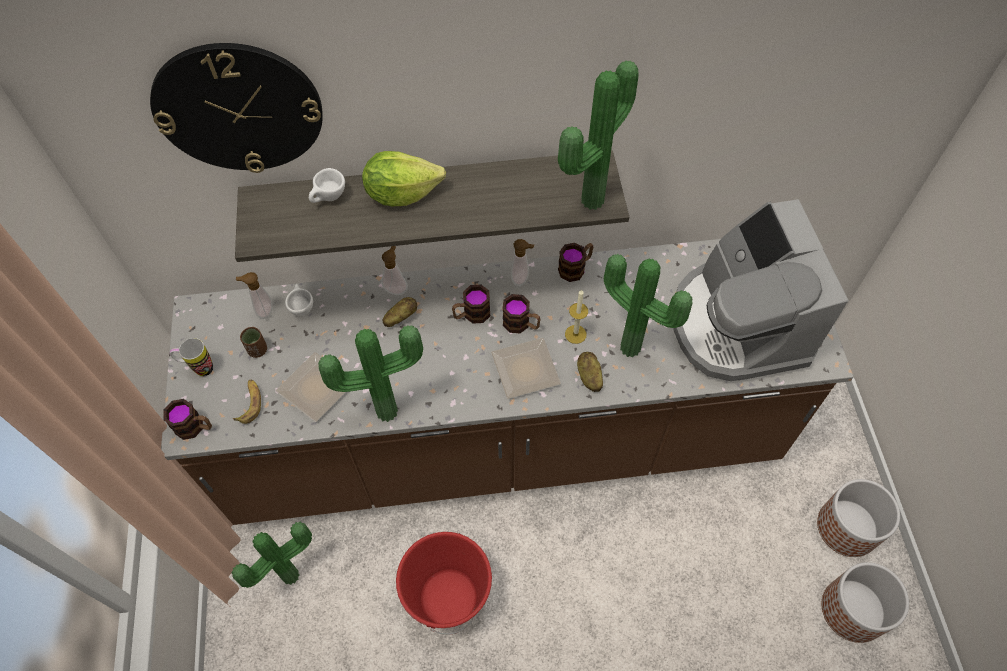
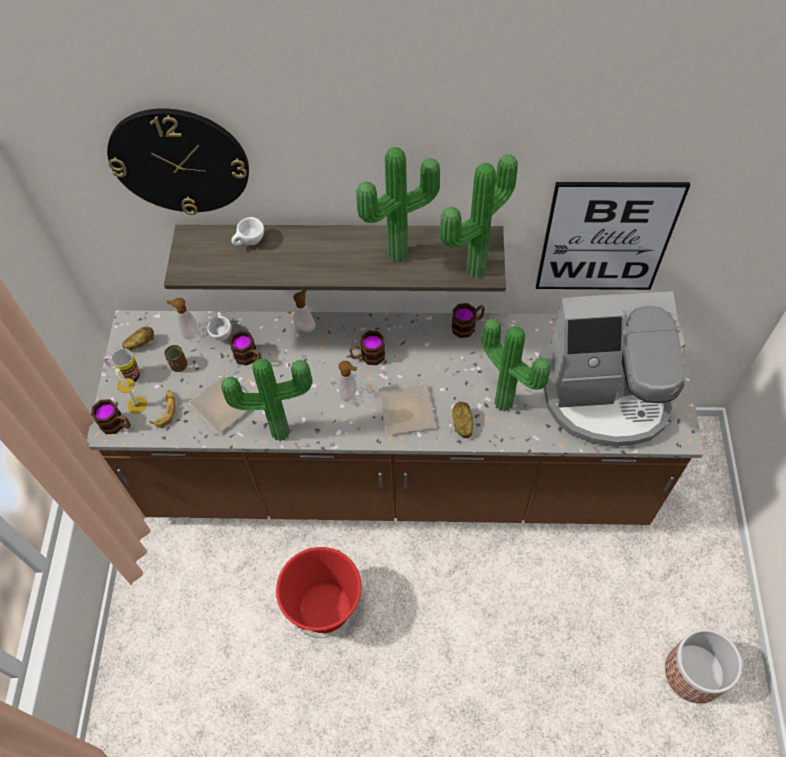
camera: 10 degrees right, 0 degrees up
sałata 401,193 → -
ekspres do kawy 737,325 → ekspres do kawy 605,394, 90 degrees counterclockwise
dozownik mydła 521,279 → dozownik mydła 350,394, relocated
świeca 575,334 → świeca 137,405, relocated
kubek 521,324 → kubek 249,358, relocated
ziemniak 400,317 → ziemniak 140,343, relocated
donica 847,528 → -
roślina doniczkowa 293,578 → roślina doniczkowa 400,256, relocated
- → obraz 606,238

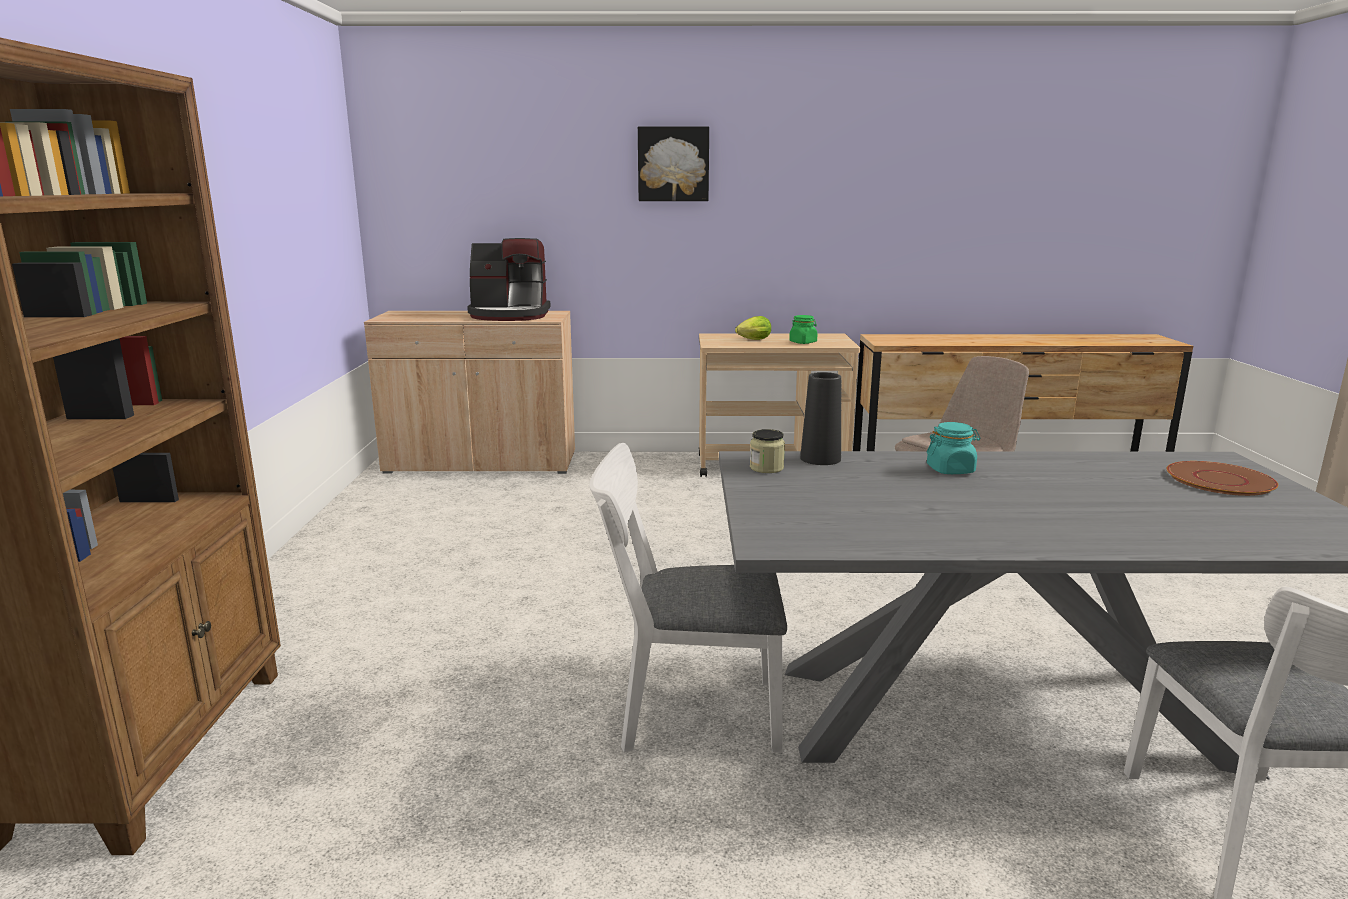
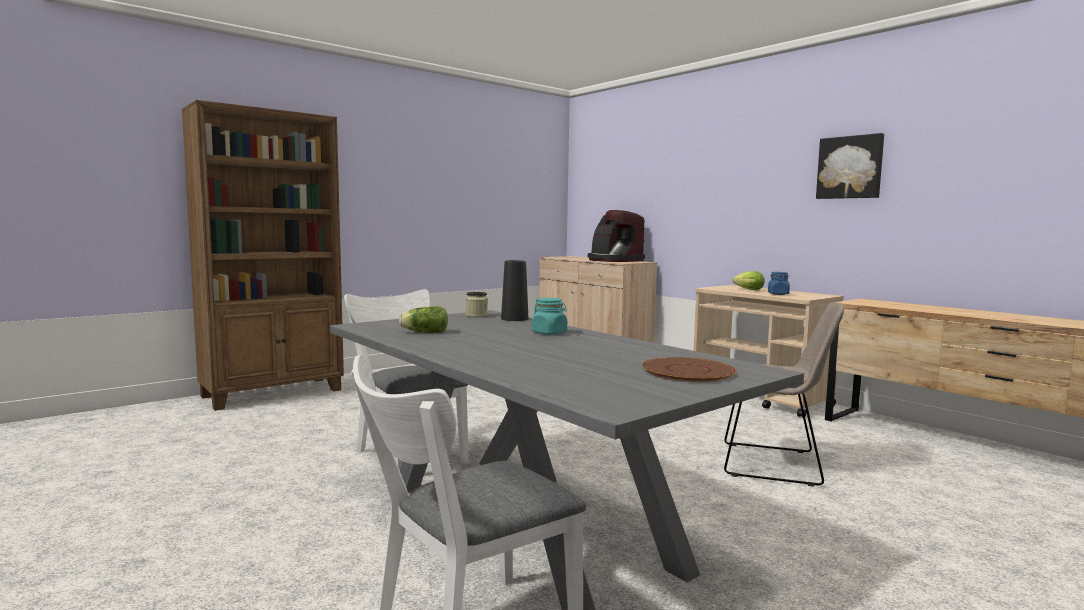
camera: 50 degrees right, 10 degrees down
obraz 673,164 → obraz 850,167, relocated
słoik (zielony) 803,342 → słoik (niebieski) 778,294
- → sałata 423,332

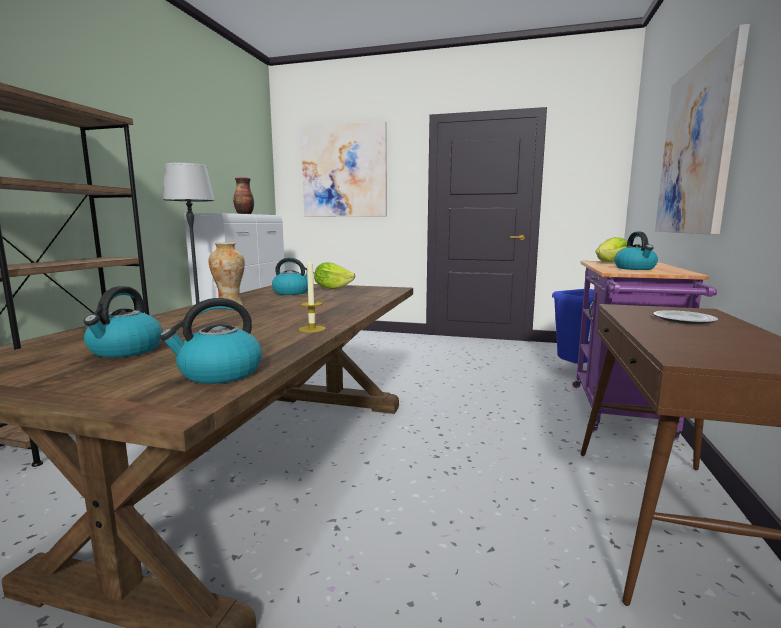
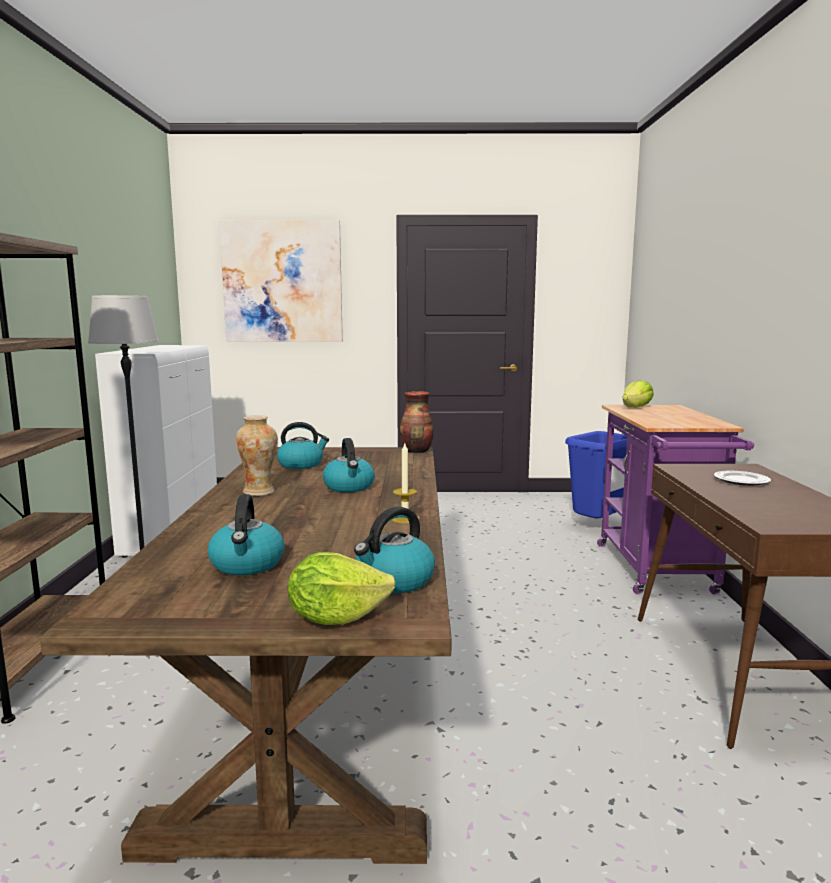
camera: 15 degrees left, 0 degrees up
obraz 696,149 → -
wazon 244,214 → wazon 417,451, relocated
czajnik 635,268 → czajnik 349,487, relocated
sałata 332,288 → sałata 336,618, relocated

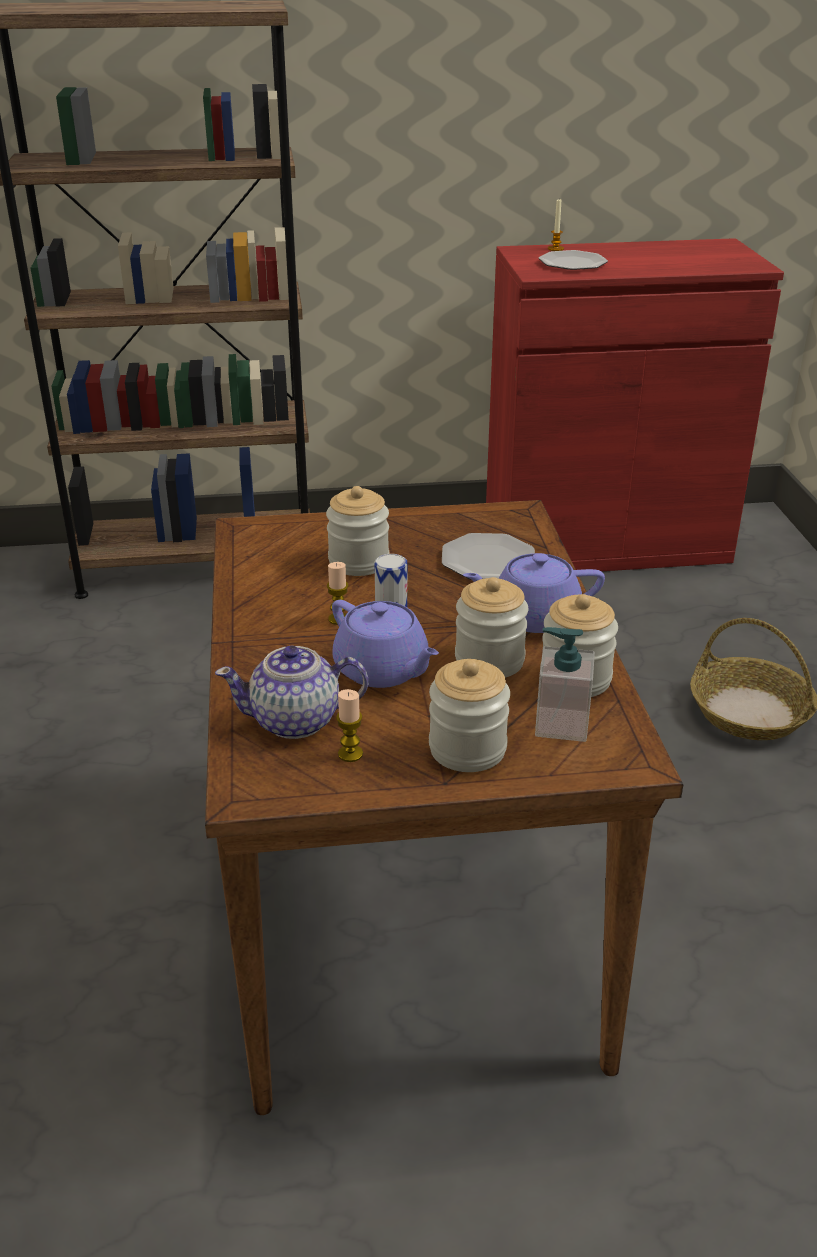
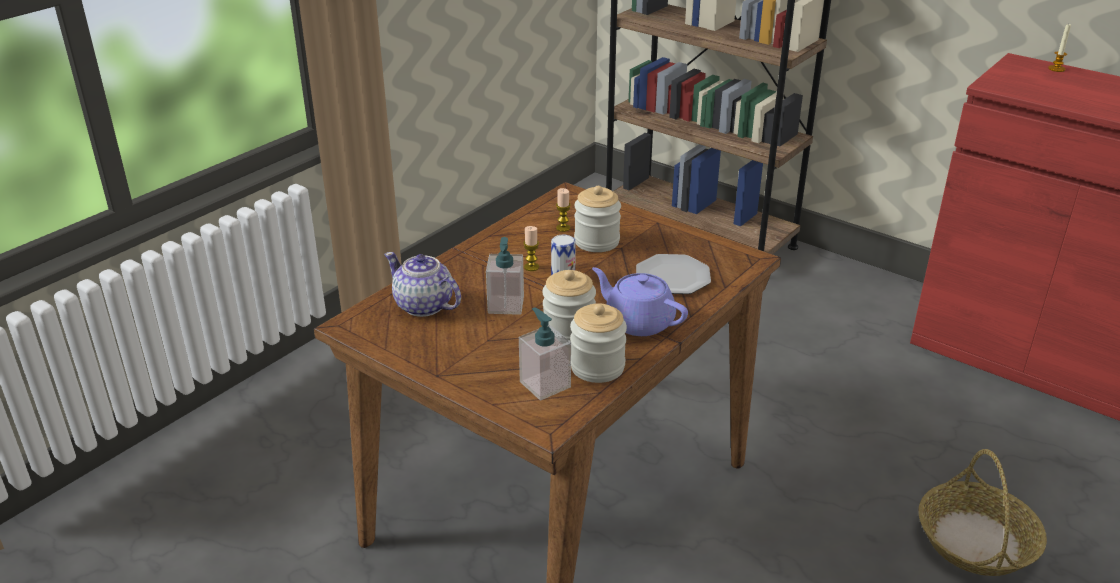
camera: 45 degrees right, 0 degrees up
talerz 573,264 → -
imbryk (fioletowy) 383,670 → dozownik mydła 506,305
słoik 467,749 → -
świeca 350,754 → świeca 563,228, relocated

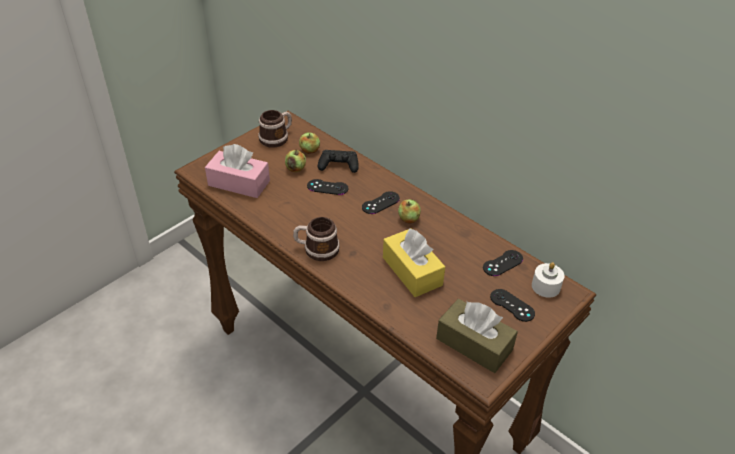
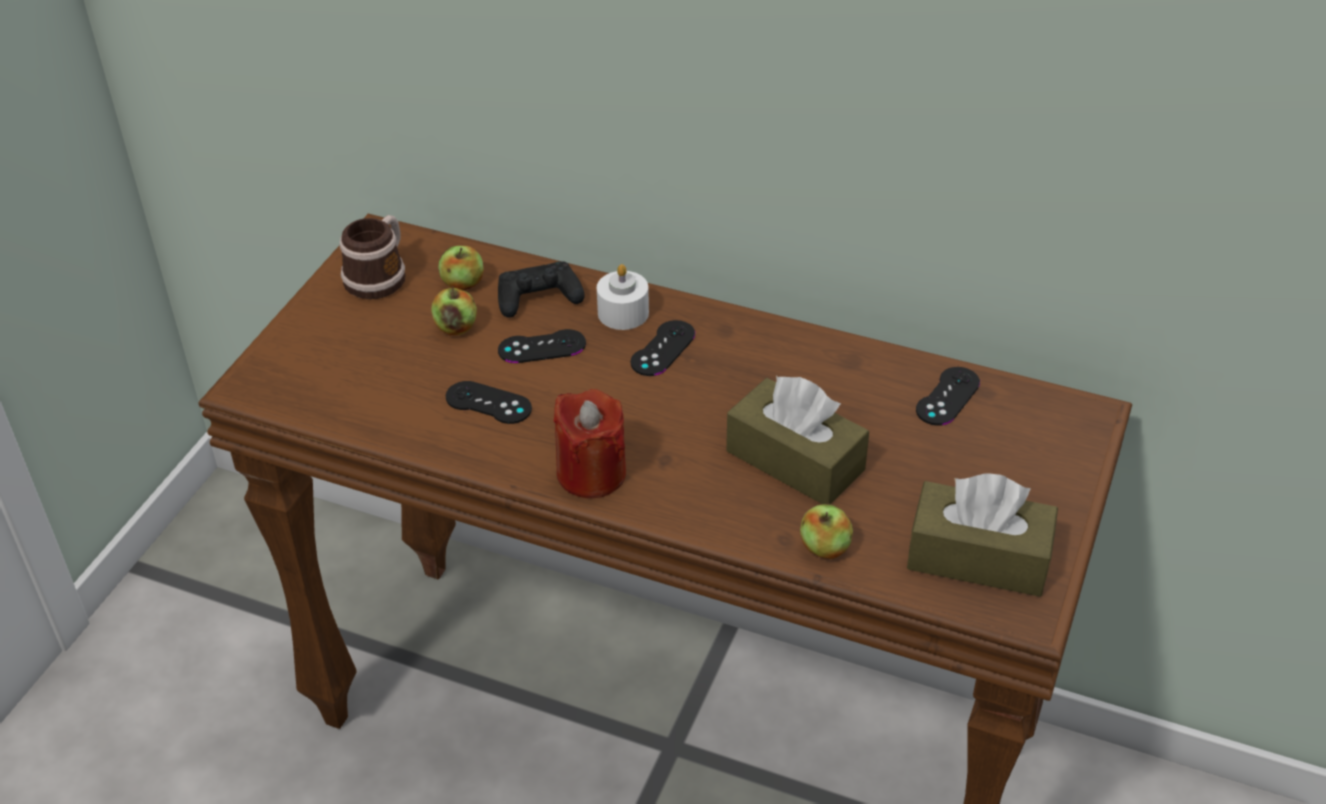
camera: 20 degrees left, 0 degrees up
pudełko chusteczek (różowy) 239,183 → -
jabłko 408,219 → jabłko 824,547, relocated
kubek 316,249 → świeca (czerwony) 591,473
pudełko chusteczek (żółty) 412,271 → pudełko chusteczek (brązowy) 795,460
świeca (biały) 546,286 → świeca (biały) 623,313, relocated
pad do gier (czarny) 512,305 → pad do gier (czarny) 488,403, relocated

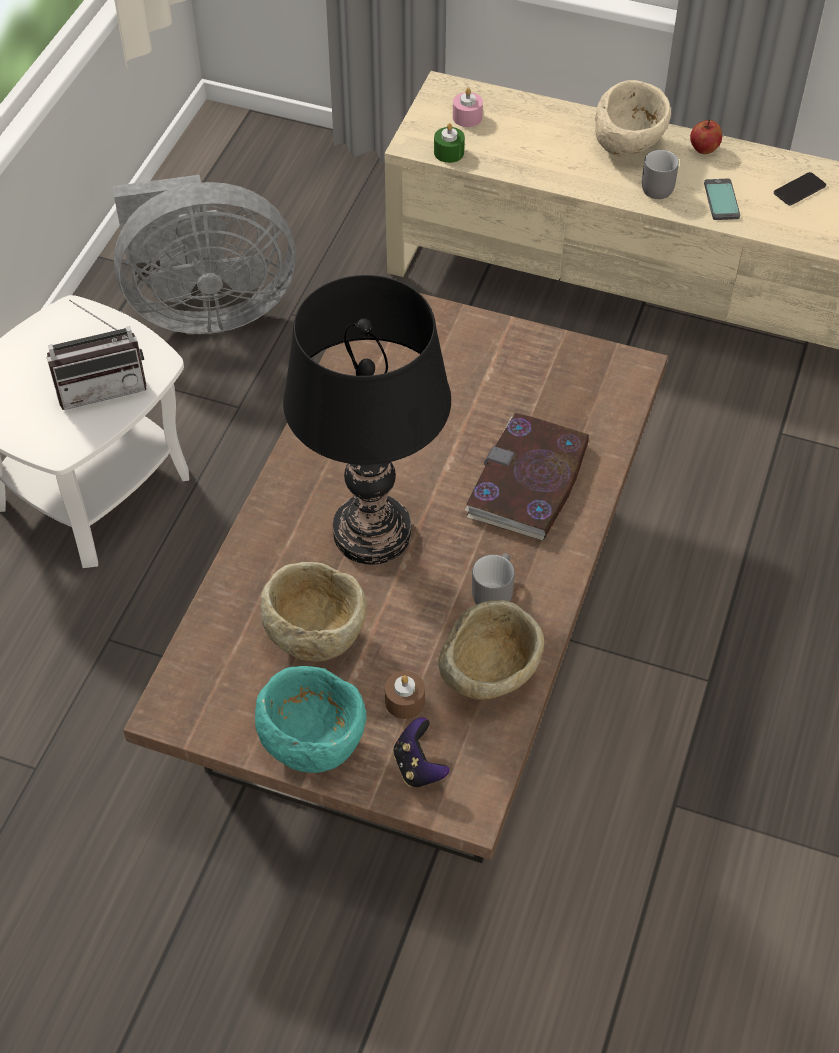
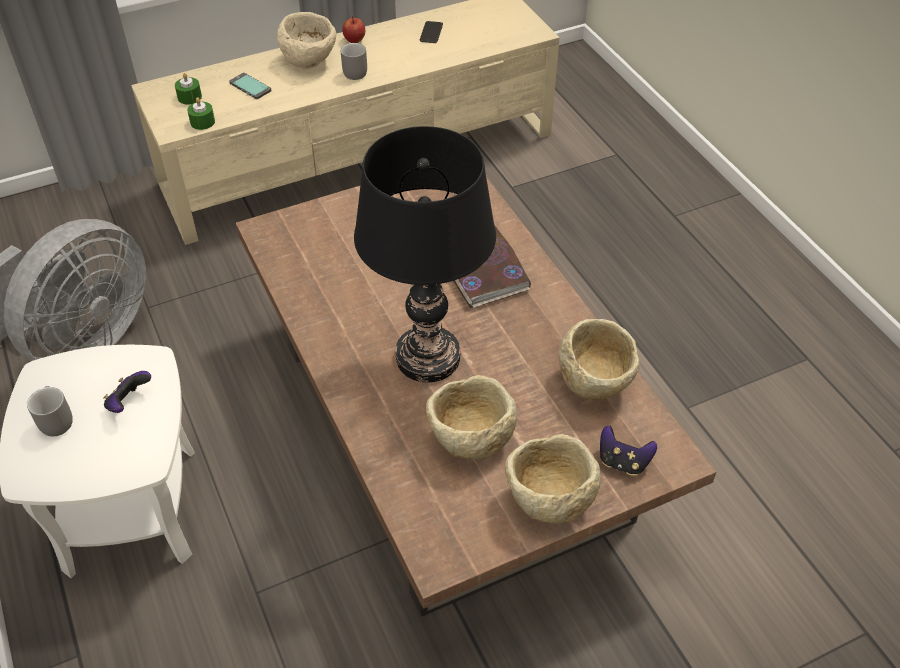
camera: 45 degrees left, 5 degrees down
świeca (różowy) 467,117 → świeca (zielony) 189,97
telefon 721,200 → telefon 250,87, relocated
radio 102,386 → pad do gier 129,403
kubek (szary) 491,591 → kubek (szary) 53,421, relocated
miska (turkusowy) 313,741 → miska (beżowy) 548,500
świeca (brązowy) 405,701 → -

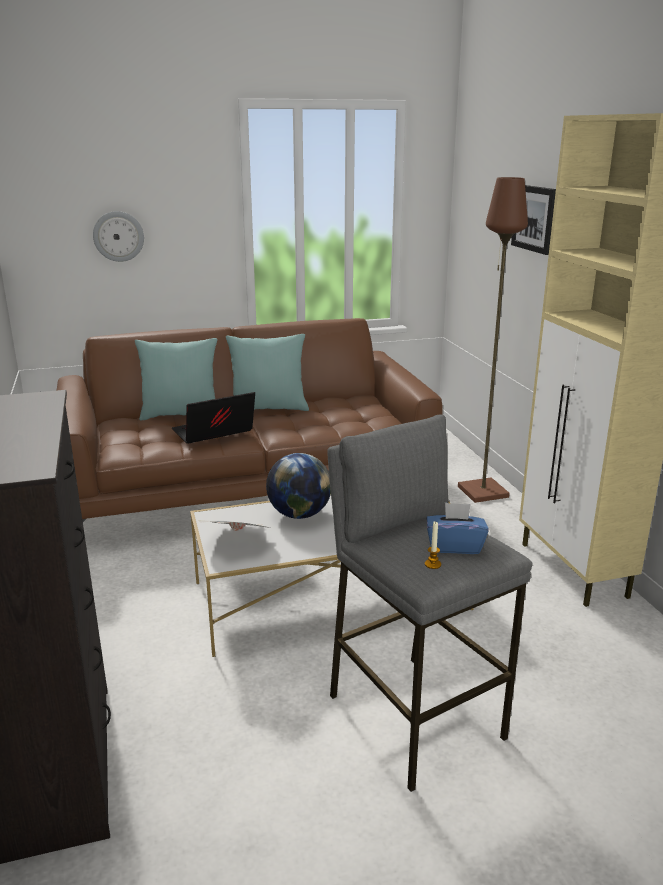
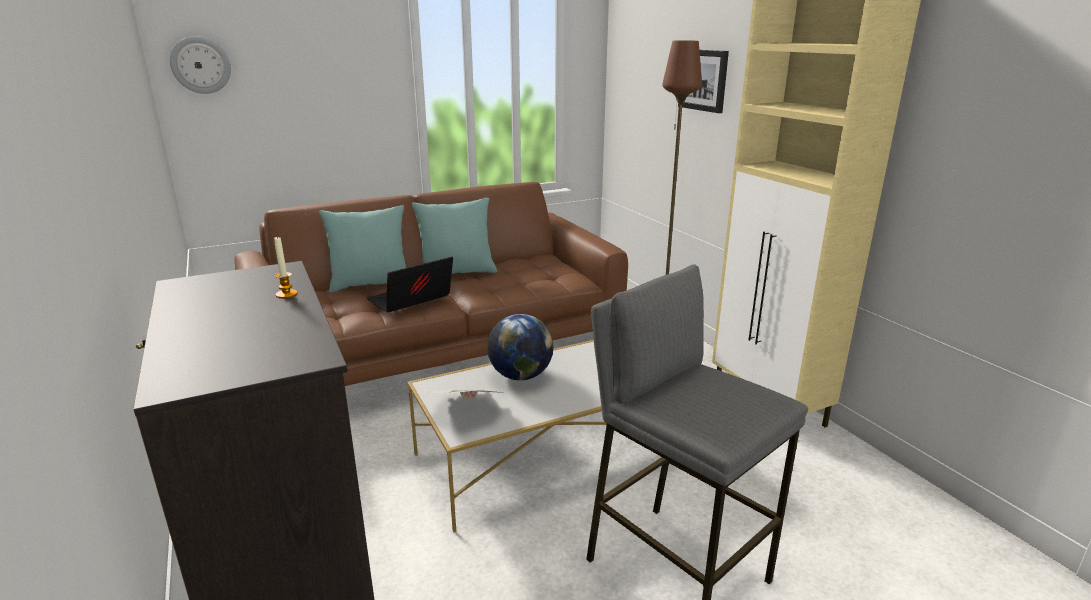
camera: 10 degrees left, 0 degrees up
zegar ścienny 118,236 → zegar ścienny 201,65, relocated
pudełko chusteczek (niebieski) 454,546 → -
świeca 432,564 → świeca 286,294, relocated

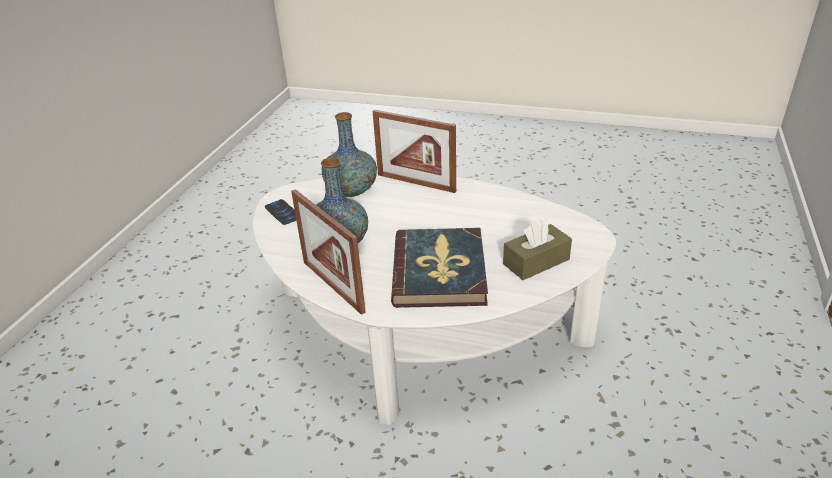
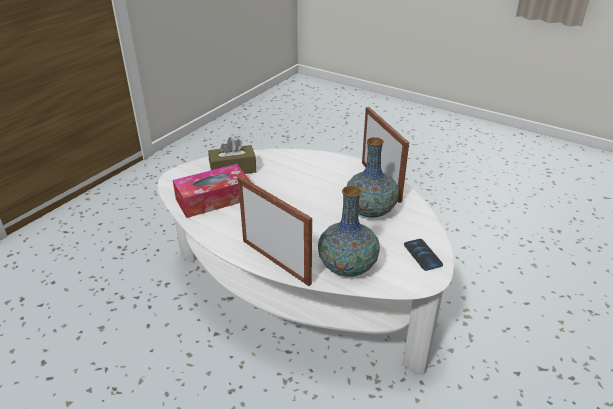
camera: 165 degrees left, 0 degrees up
książka 440,271 → -
- → pudełko chusteczek 213,199

